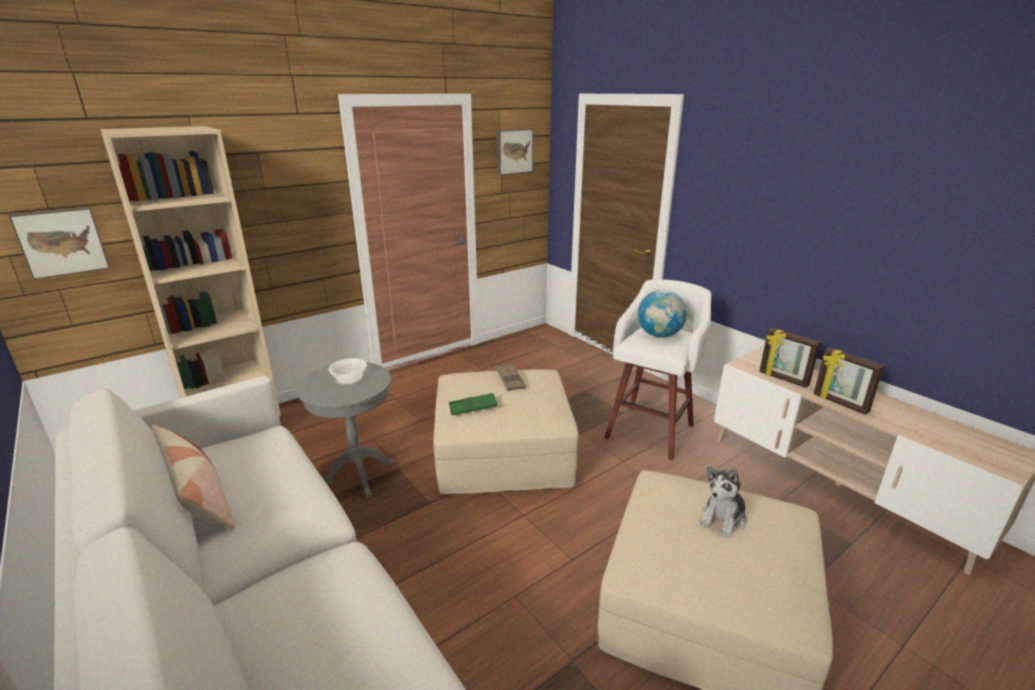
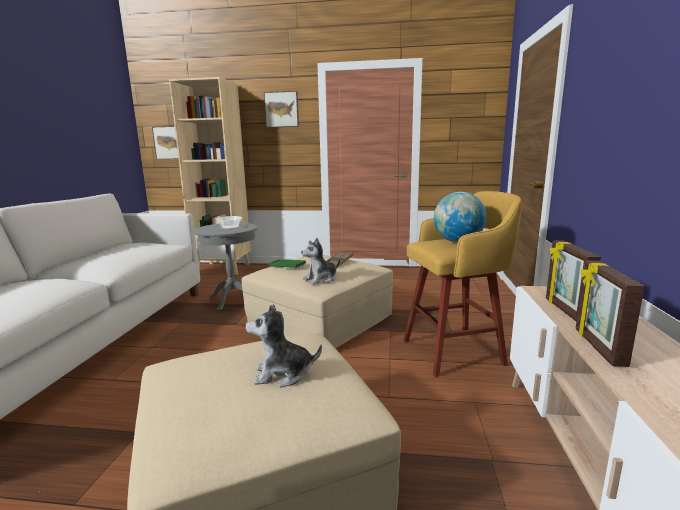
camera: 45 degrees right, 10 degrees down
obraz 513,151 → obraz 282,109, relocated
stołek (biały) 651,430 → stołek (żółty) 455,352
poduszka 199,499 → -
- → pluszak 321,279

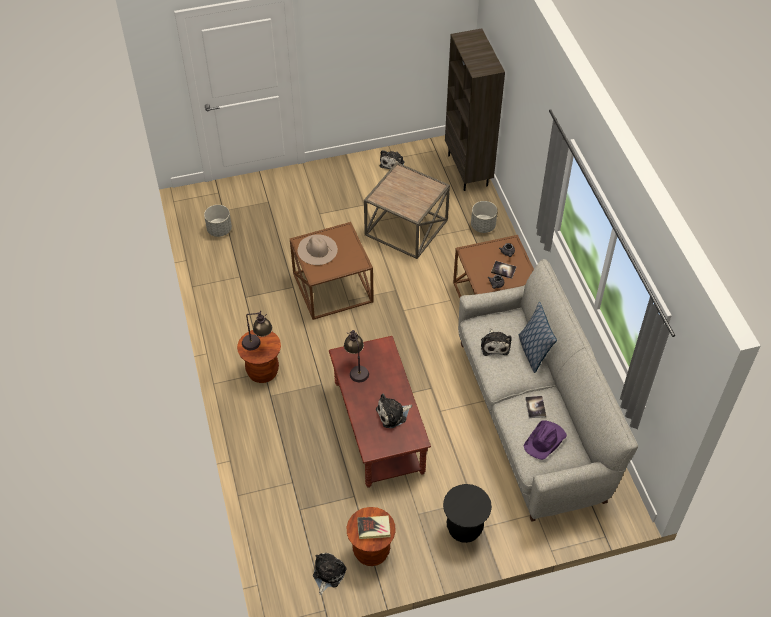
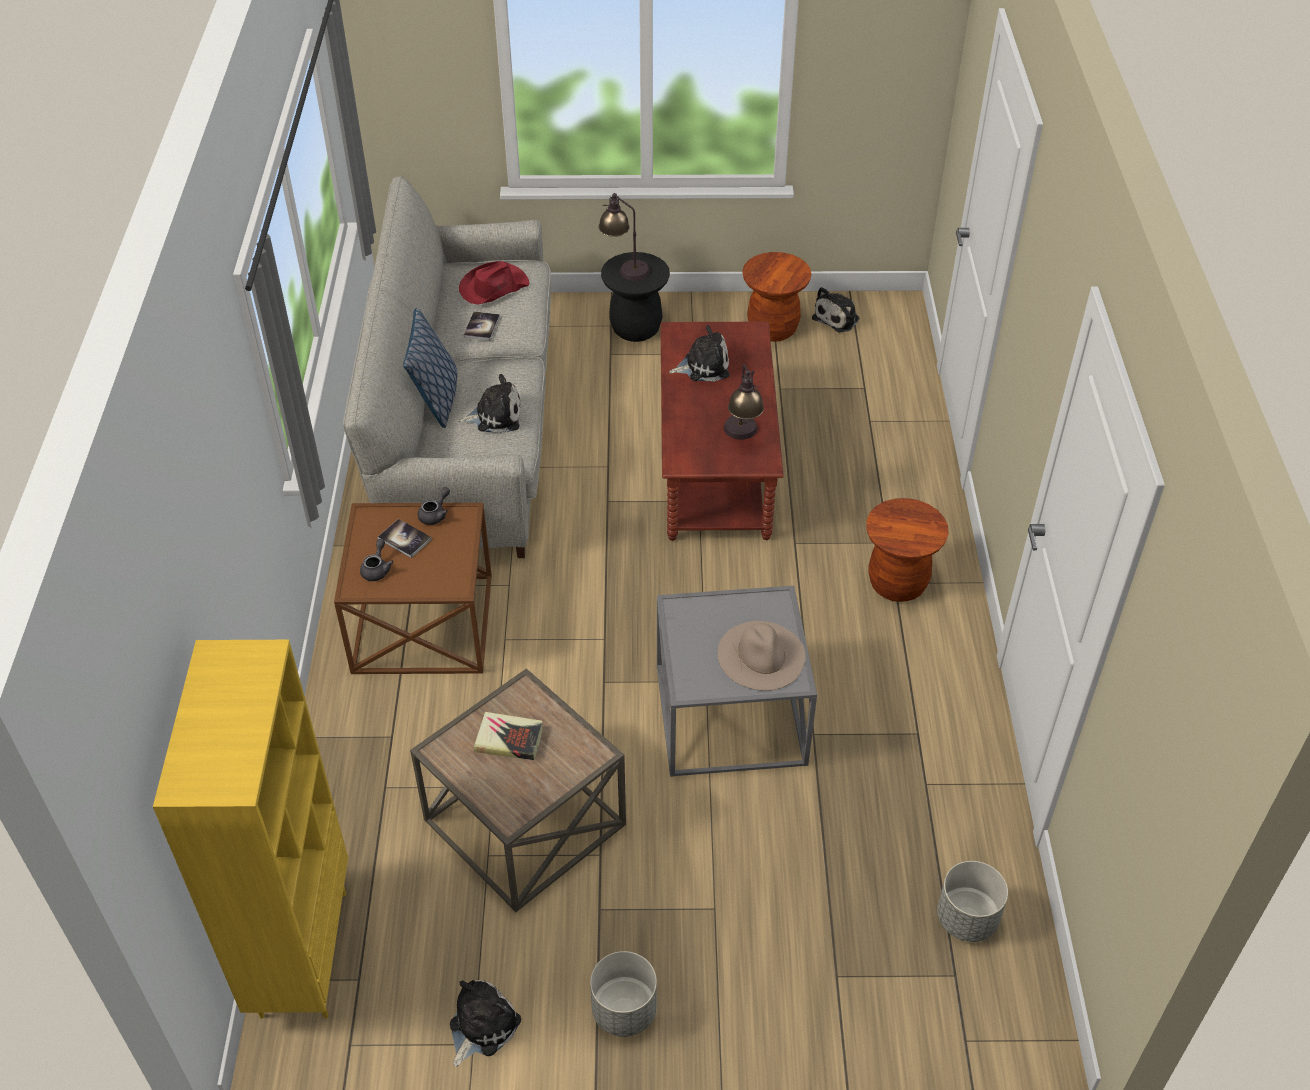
camera: 165 degrees left, 5 degrees down
regał (brązowy) 468,170 → regał (żółty) 302,952
donica (szary) 483,226 → donica (szary) 624,1010, relocated
stolik (brązowy) 332,288 → stolik (szary) 731,714
lampa stołowa 258,344 → lampa stołowa 624,268, relocated
pluszak 495,345 → pluszak 495,416, 75 degrees clockwise
kapelusz (fioletowy) 545,441 → kapelusz (czerwony) 493,287
książka 374,528 → książka 509,739, relocated

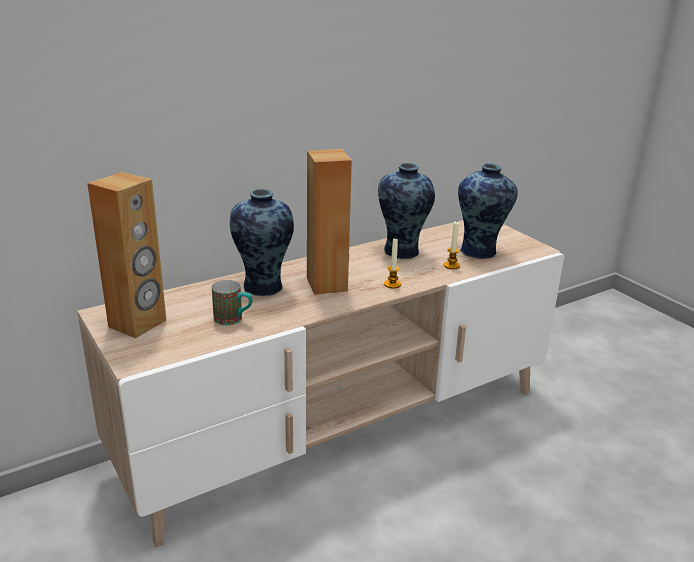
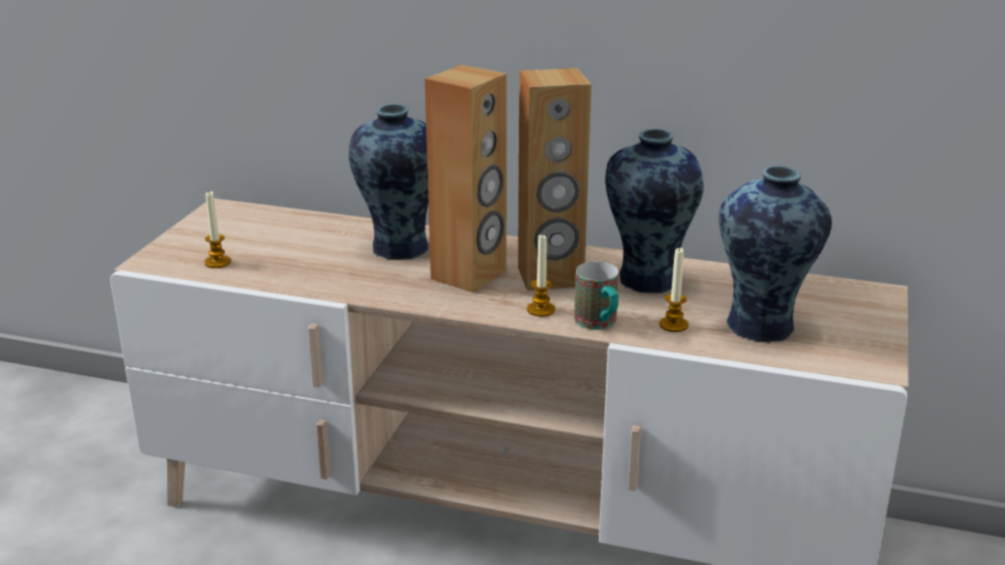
camera: 50 degrees right, 0 degrees up
głośnik (brązowy) 138,324 → głośnik (brązowy) 550,277, relocated
kubek 233,320 → kubek 599,324, relocated
- → świeca 217,262

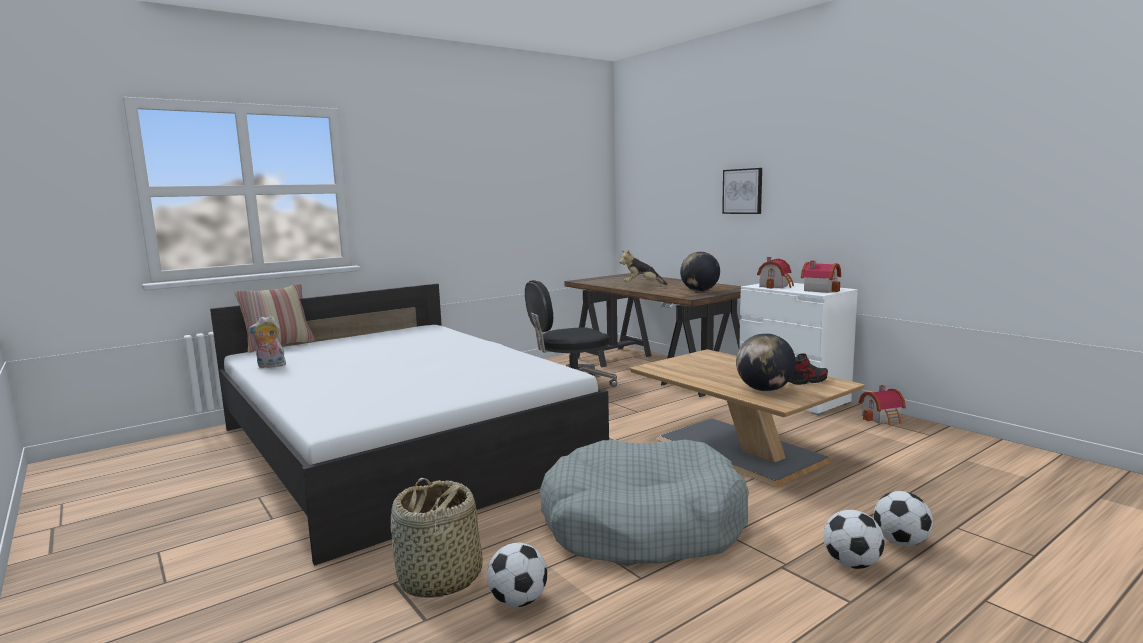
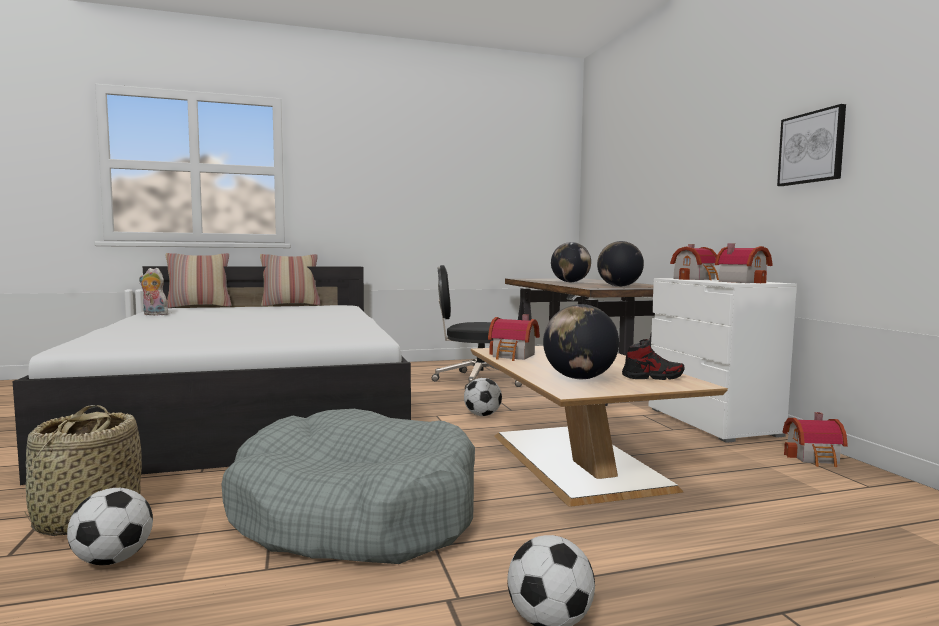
camera: 20 degrees right, 5 degrees down
obraz 743,191 → obraz 811,147, relocated
pluszak 641,285 → globus 570,282
piłka futbolowa 901,542 → piłka futbolowa 482,415, relocated
- → poduszka 290,305
- → domek 514,356

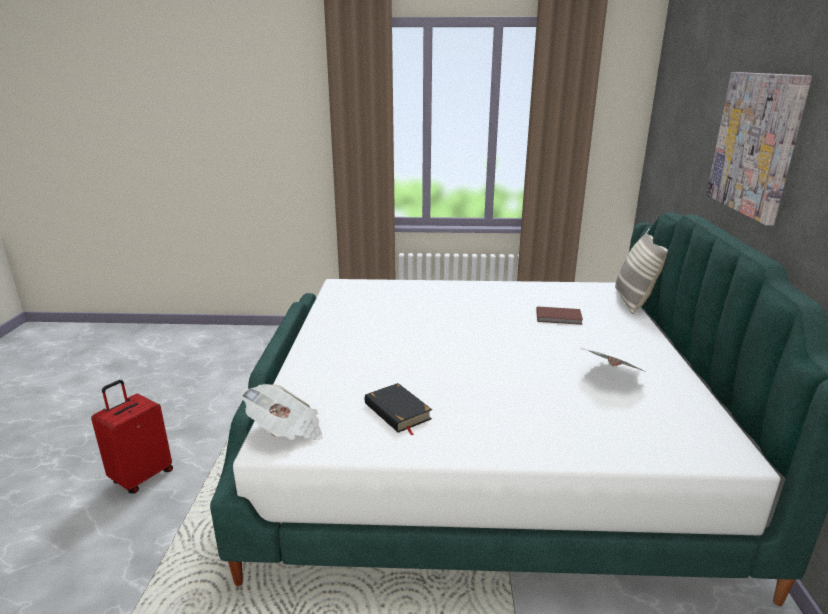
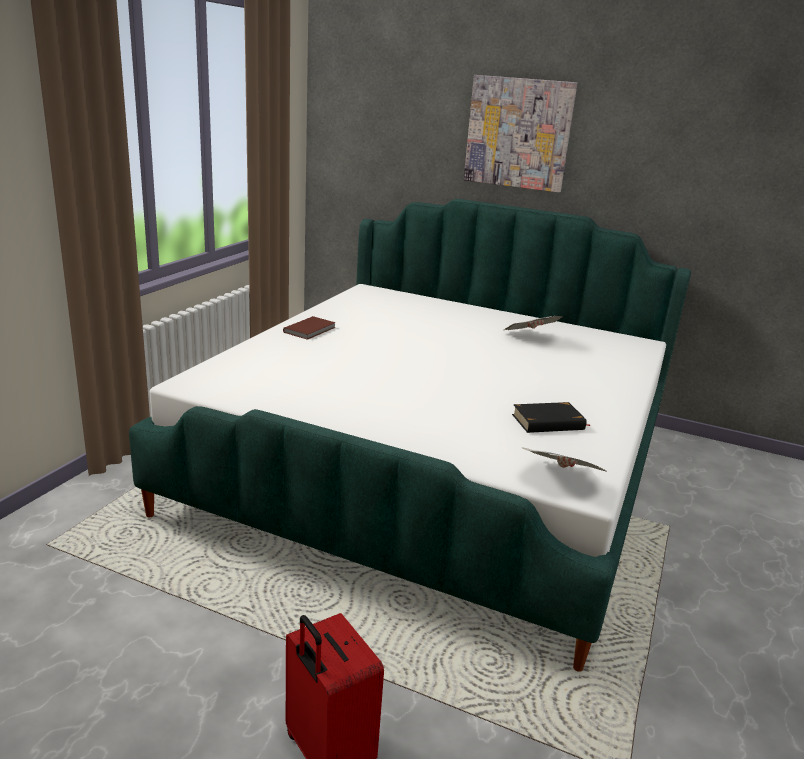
camera: 70 degrees left, 0 degrees up
poduszka 632,301 → -
książka (brązowy) 559,317 → książka (brązowy) 311,330, relocated

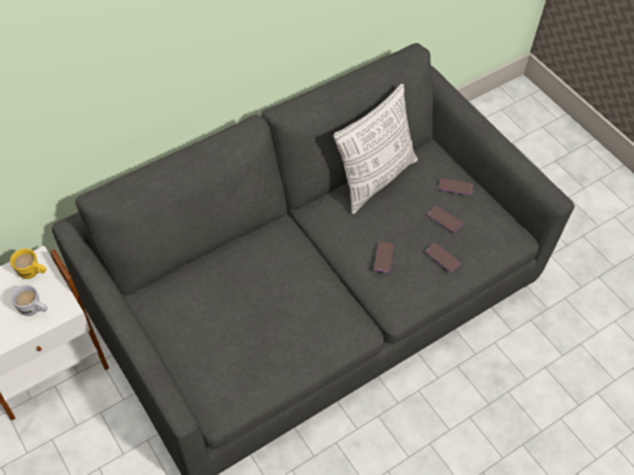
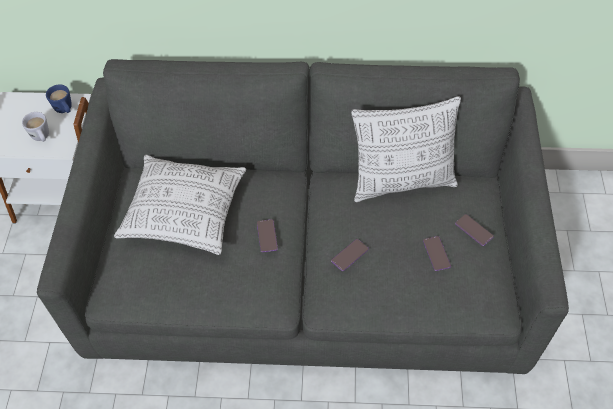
camera: 40 degrees right, 0 degrees up
telefon 442,258 → telefon 267,236, relocated
kubek (żółty) 33,273 → kubek (niebieski) 65,110
- → poduszka 184,213

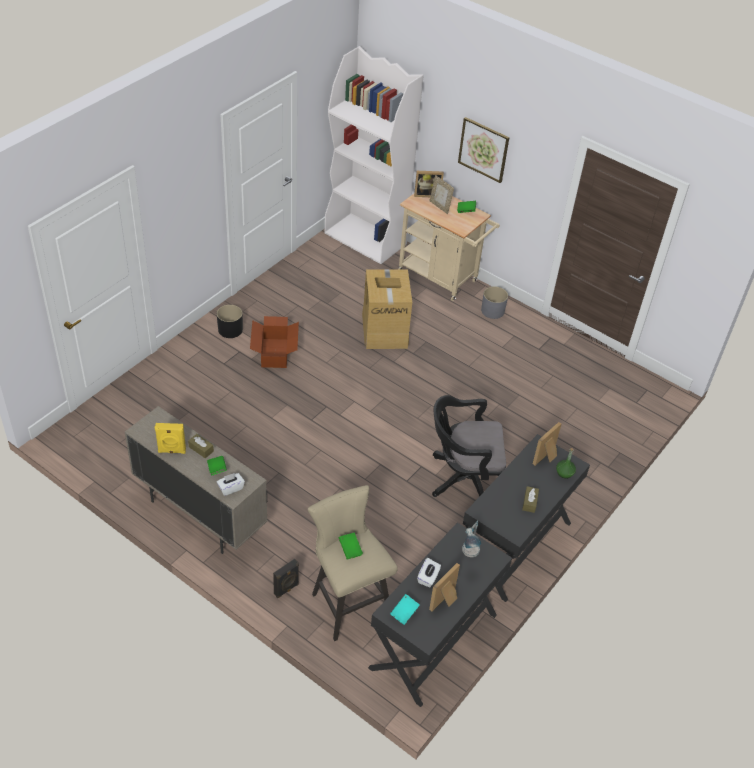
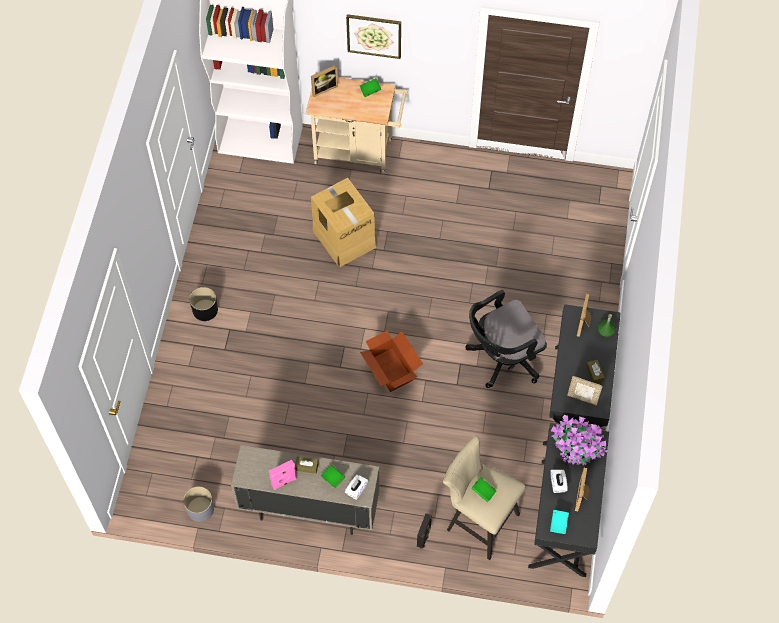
camera: 25 degrees left, 15 degrees up
ramka na zdjęcie 440,207 → ramka na zdjęcie 582,398, relocated
donica (szary) 492,311 → donica (szary) 200,509, relocated
karton 275,353 → karton 391,369, relocated
głośnik (żółty) 172,451 → głośnik (różowy) 284,482
lampa stołowa 469,556 → roślina doniczkowa 577,448

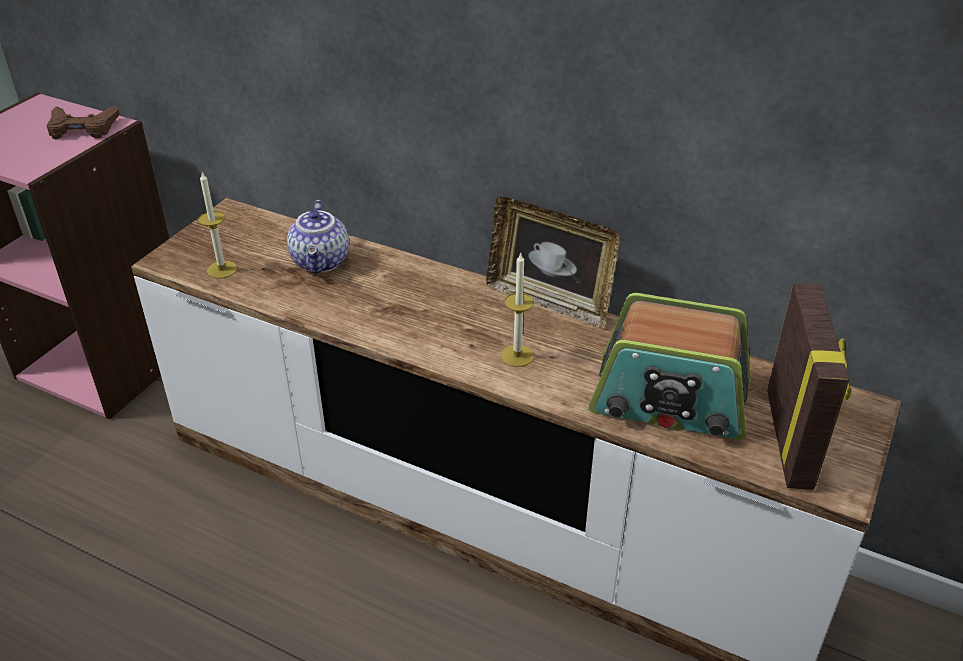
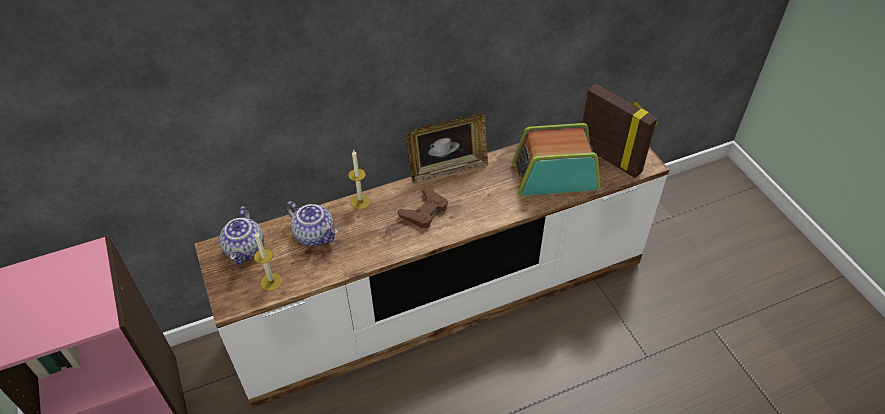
camera: 50 degrees left, 10 degrees up
pad do gier (brązowy) 82,128 → pad do gier (brązowy) 424,211, relocated
świeca 517,356 → świeca 360,202, relocated
radio 669,400 → radio 554,176, 150 degrees counterclockwise
- → imbryk 246,250

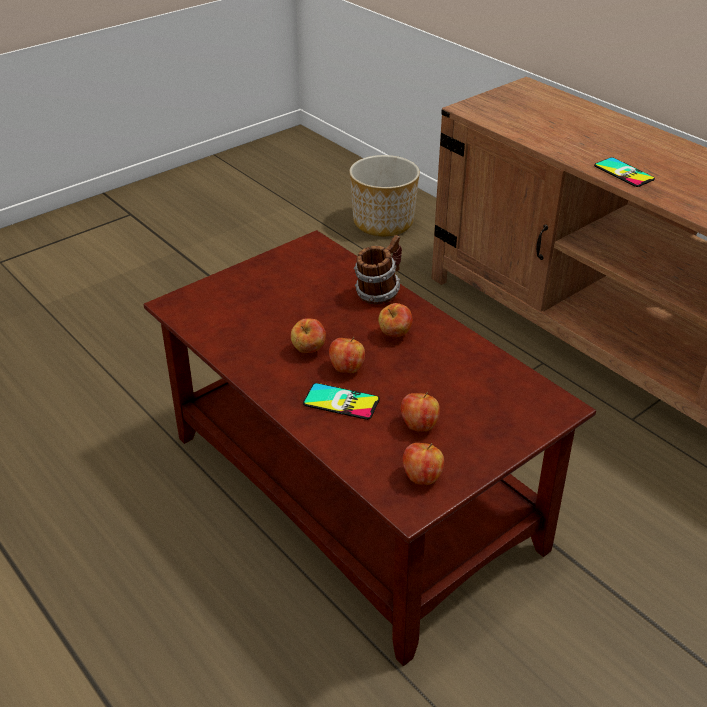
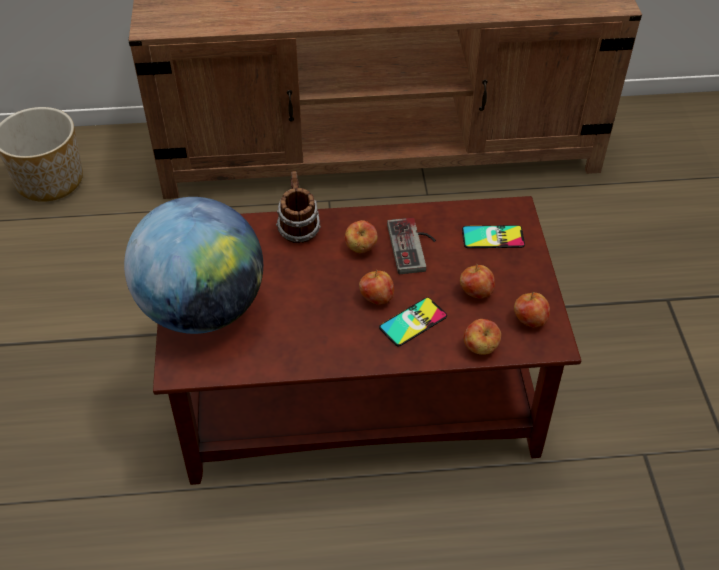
camera: 55 degrees left, 10 degrees up
telefon 624,172 → telefon 493,237, relocated
jabłko 309,350 → jabłko 480,348, relocated
- → globus 203,309
- → pad do gier 414,246

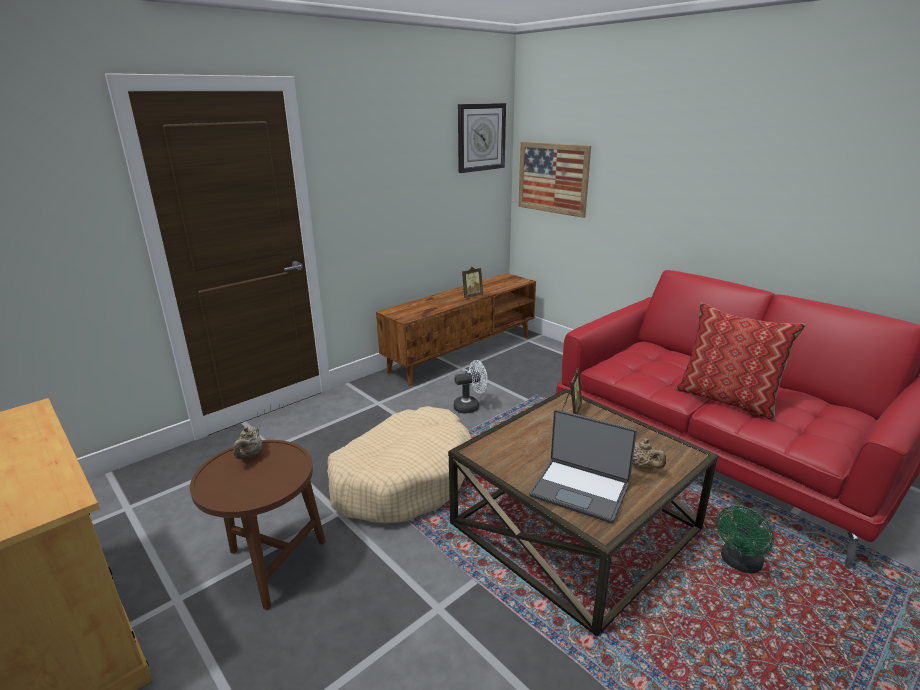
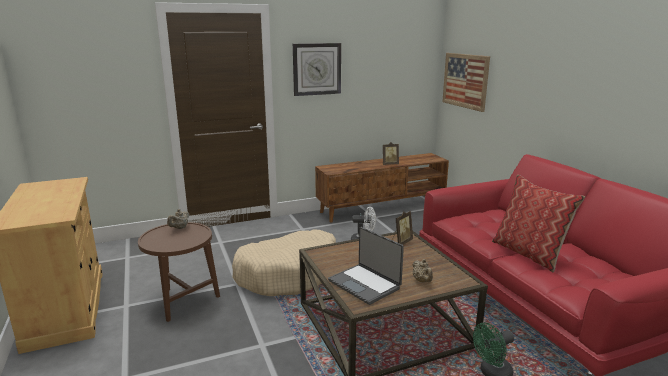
camera: 20 degrees right, 5 degrees down
zegar ścienny 481,137 → zegar ścienny 317,69, relocated

